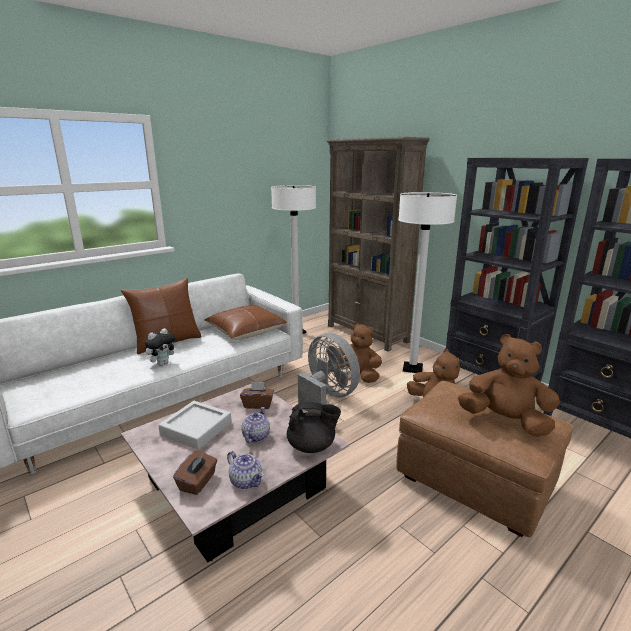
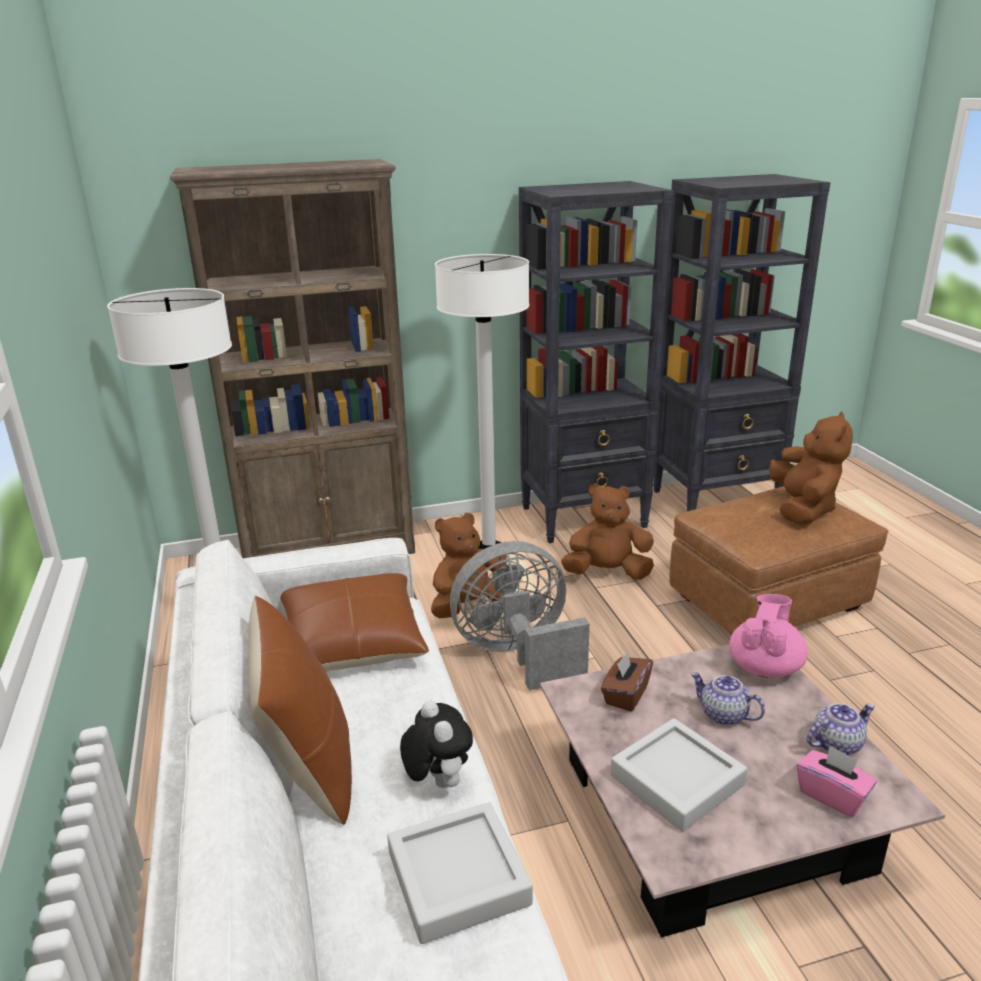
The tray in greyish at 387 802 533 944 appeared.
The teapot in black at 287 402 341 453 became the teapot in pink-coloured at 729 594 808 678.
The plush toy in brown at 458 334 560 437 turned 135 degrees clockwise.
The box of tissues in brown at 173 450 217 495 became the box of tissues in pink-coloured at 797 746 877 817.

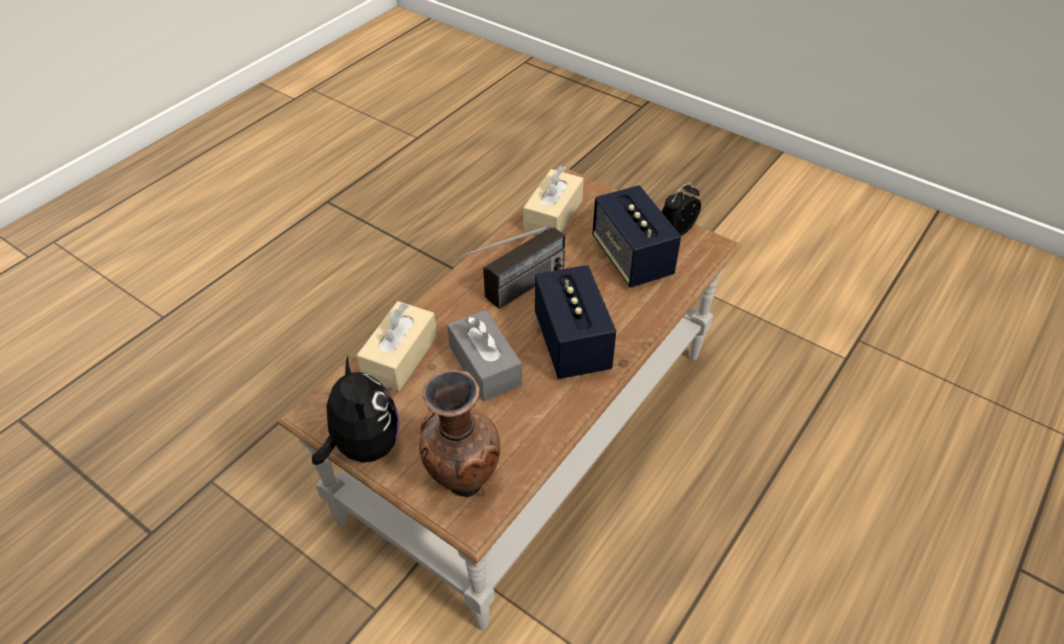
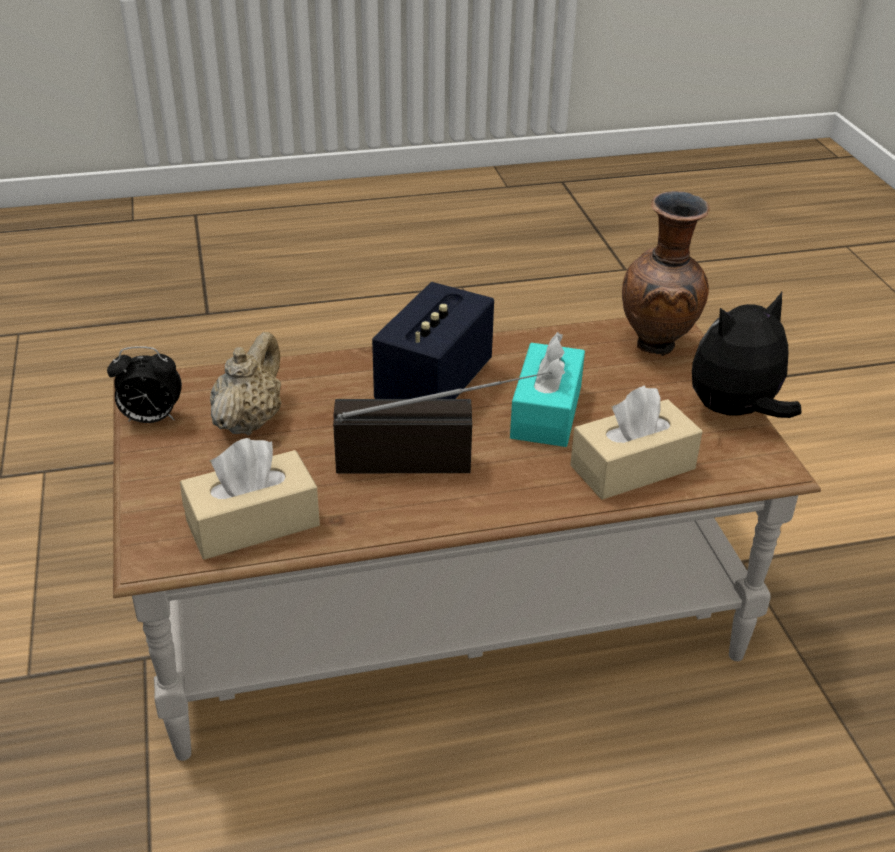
The speaker at 592 185 681 287 was replaced by the teapot in beige at 210 332 282 435.
The box of tissues in greyish at 447 310 522 401 became the box of tissues in turquoise-coloured at 510 332 585 447.
The plush toy at 312 356 399 465 turned 45 degrees clockwise.

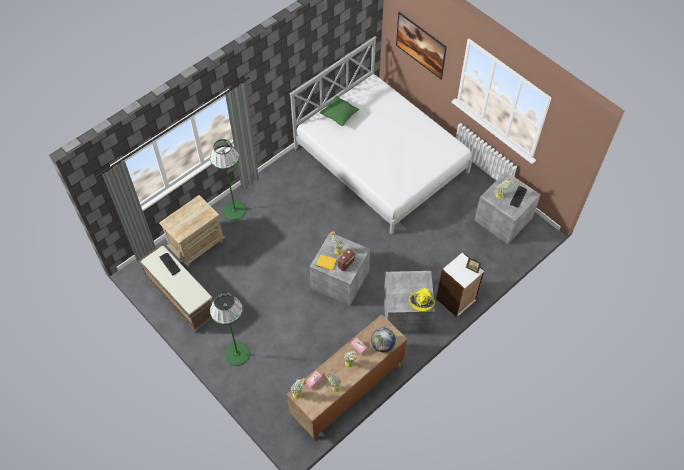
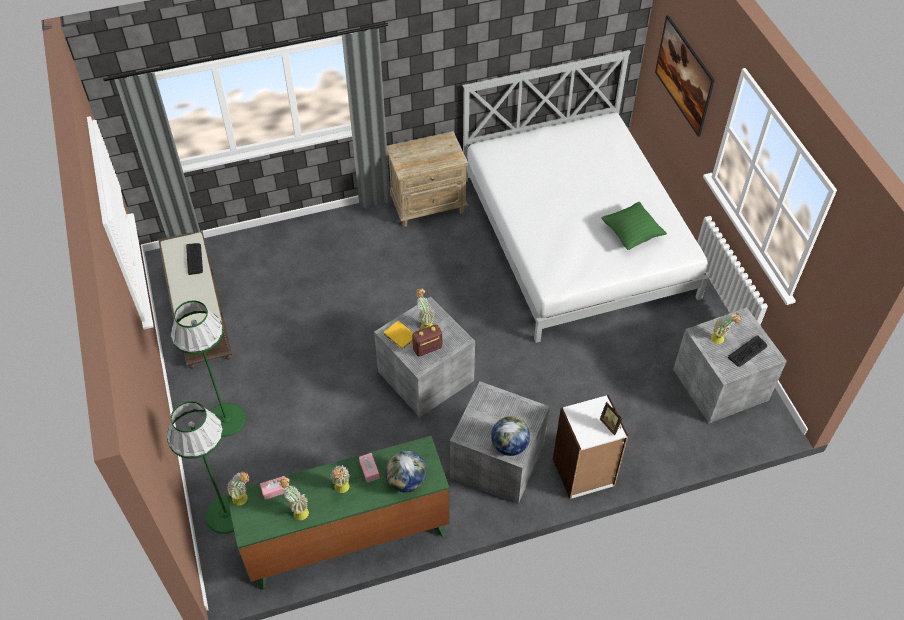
The standing lamp in greenish moved from 210 139 246 220 to 167 401 234 534.
The dresser in brown at 287 314 407 441 became the dresser in greenish at 226 436 450 590.
The bedside table in beige moved from 159 195 225 267 to 387 131 468 227.
The clothing hat in yellowish at 409 288 435 312 was replaced by the globe at 491 416 530 456.
The pillow in greenish moved from 319 96 359 126 to 601 202 667 250.

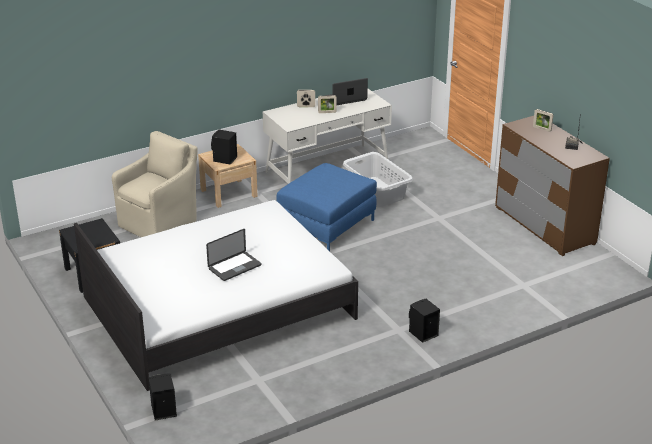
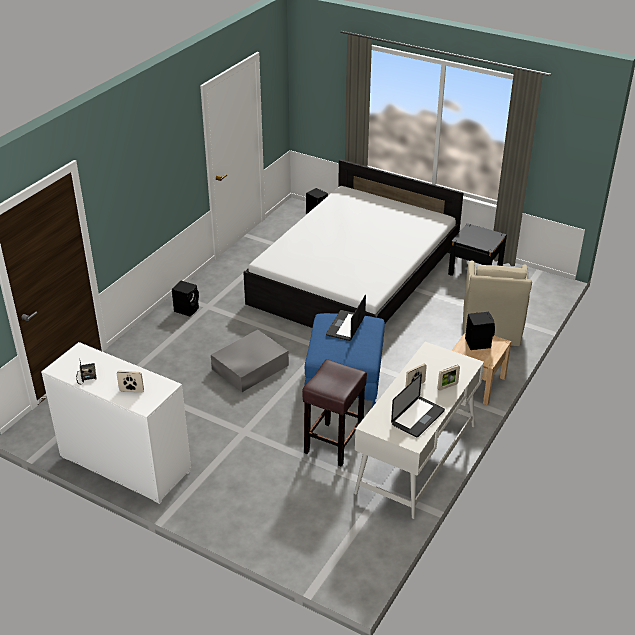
The dresser in brown at 495 116 610 256 became the dresser in white-coloured at 41 342 191 504.
The storage bin in greyish at 211 330 289 392 appeared.
The hamper in greyish at 343 152 413 207 was replaced by the stool in brown at 302 359 367 467.
The laptop moved from 206 229 261 281 to 326 294 366 341.

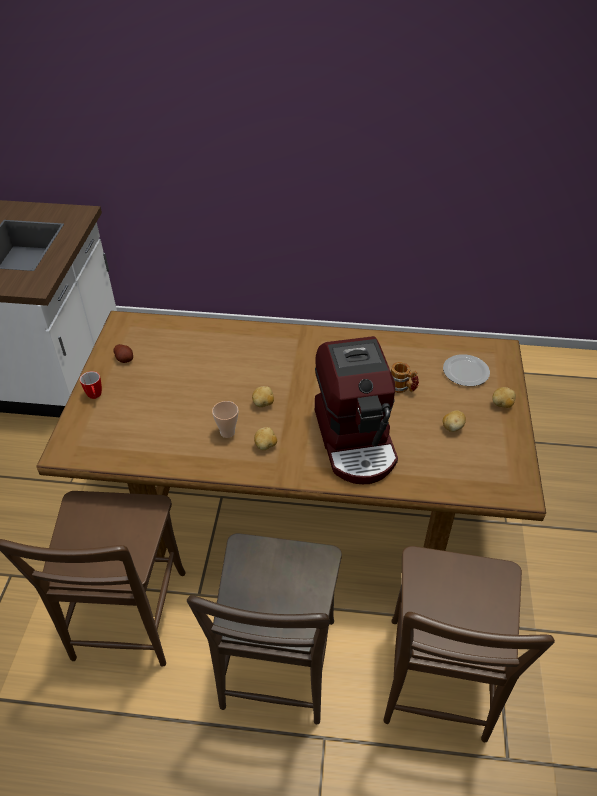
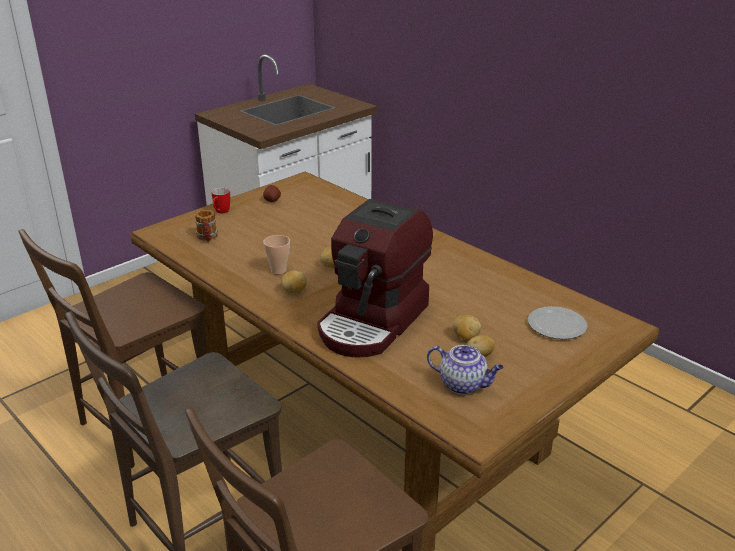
The coffee mug moved from 391 362 419 393 to 195 210 218 242.
The teapot at 427 345 504 394 appeared.
The spud moved from 492 387 516 408 to 452 315 481 340.

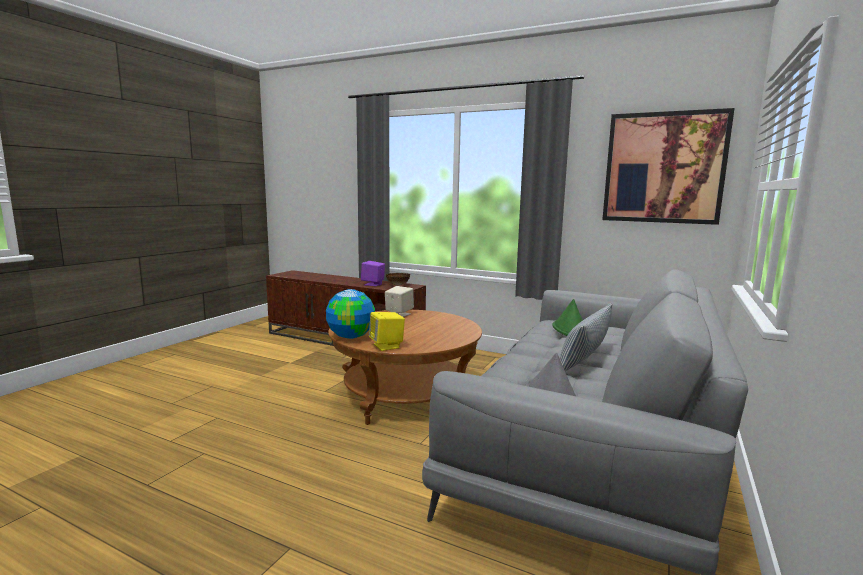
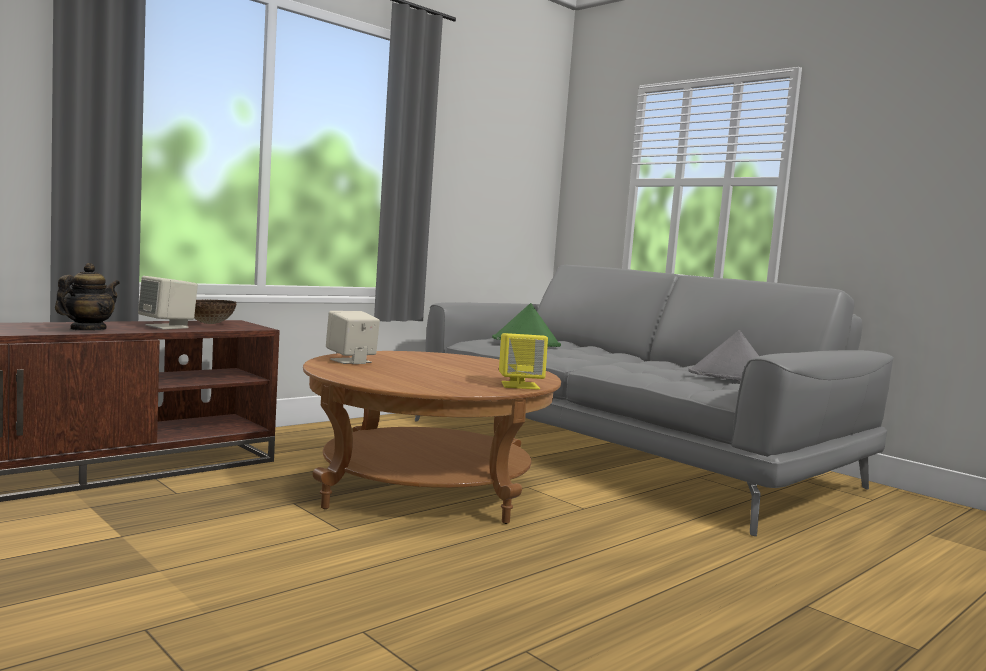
The teapot at 55 263 120 330 appeared.
The speaker in purplish at 361 261 385 286 became the speaker in beige at 138 276 198 329.
The globe at 326 289 375 339 disappeared.
The pillow at 560 303 612 371 disappeared.
The wall picture at 602 108 735 225 disappeared.

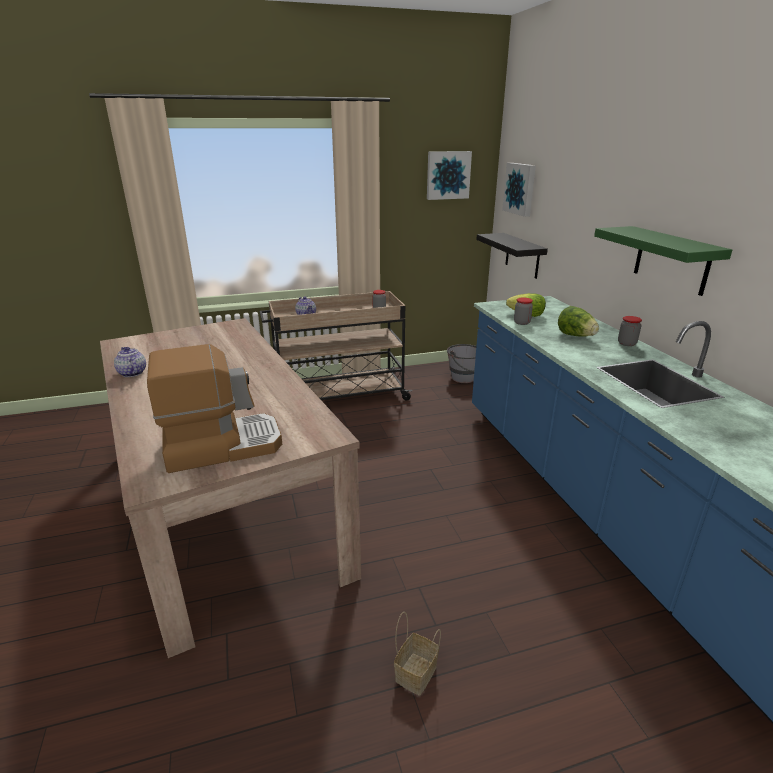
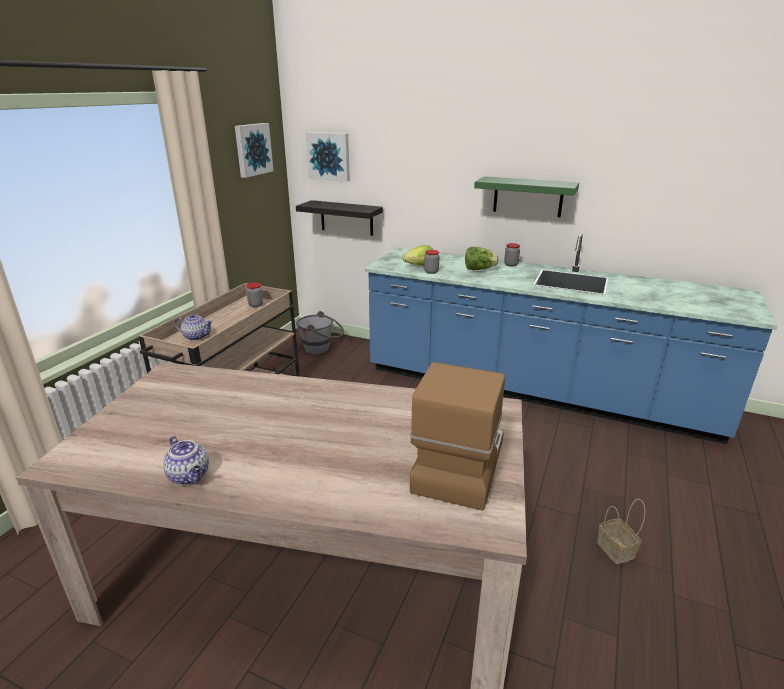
The teapot at 114 347 146 377 turned 135 degrees counterclockwise.

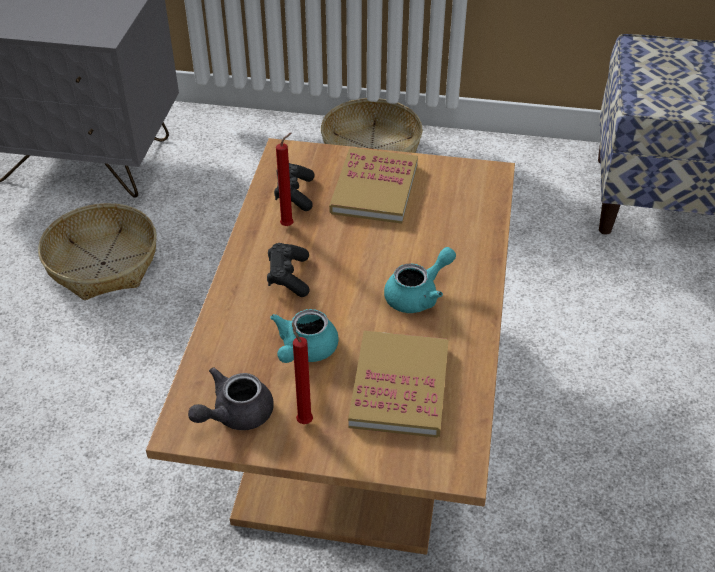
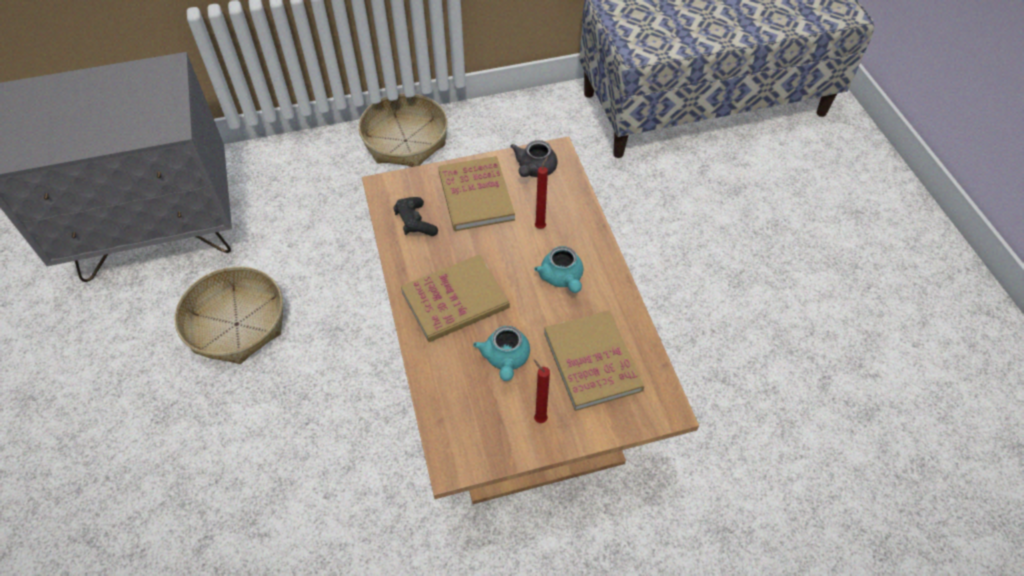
The joypad in black at 267 243 310 297 was replaced by the volume at 401 254 510 342.
The teapot in greyish moved from 188 367 274 430 to 510 140 557 177.
The teapot in turquoise-coloured at 384 247 456 313 turned 135 degrees clockwise.
The candle in red moved from 276 133 294 226 to 535 156 548 229.

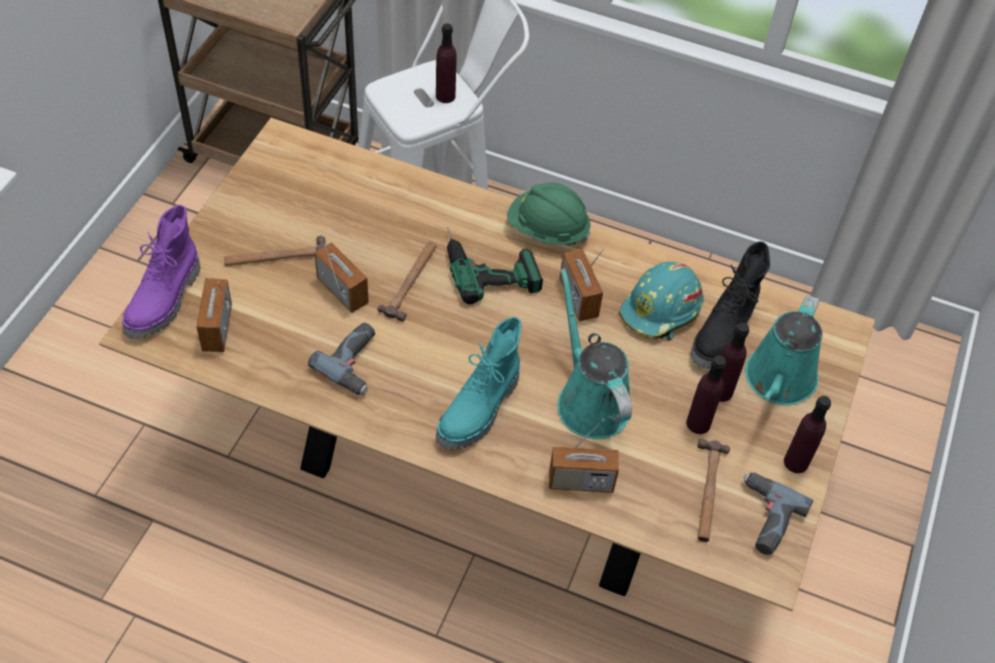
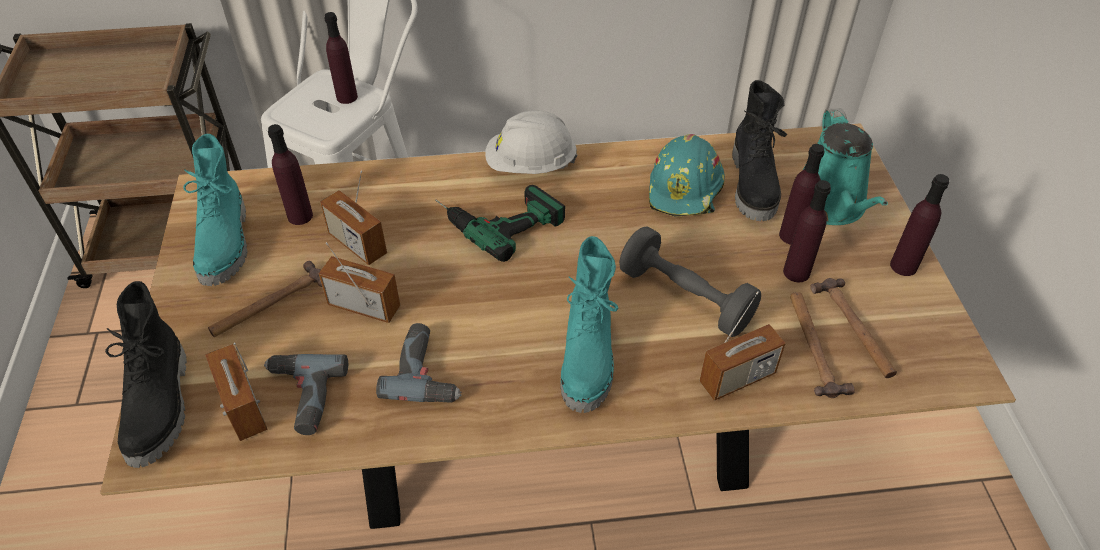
The boot in purplish at 122 205 200 339 became the boot in black at 105 281 187 468.
The boot in turquoise-coloured at 183 134 247 286 appeared.
The power drill moved from 743 472 814 555 to 264 354 348 435.
The drink bottle in purplish at 268 124 313 225 appeared.
The radio set moved from 560 248 605 321 to 320 170 387 265.
The hard hat in greenish at 507 183 591 245 became the hard hat in white-coloured at 485 110 578 174.
The watering can in turquoise-coloured at 558 268 632 439 was replaced by the dumbbell in greyish at 619 226 761 337.
The tool hammer moved from 377 241 436 322 to 790 292 855 398.

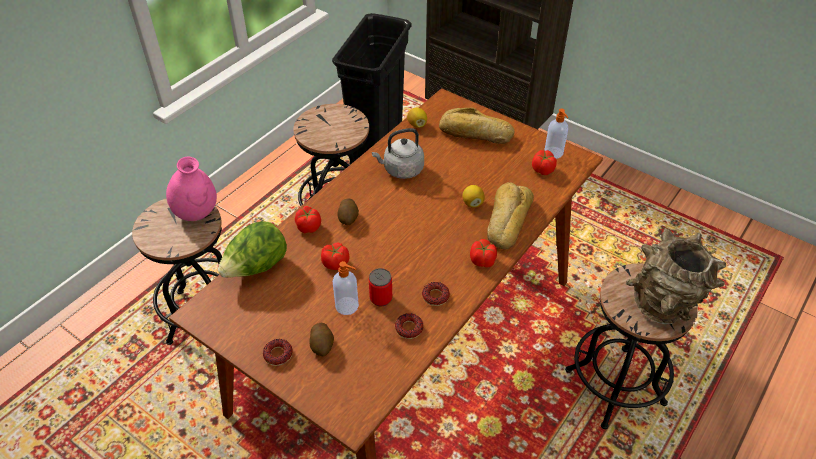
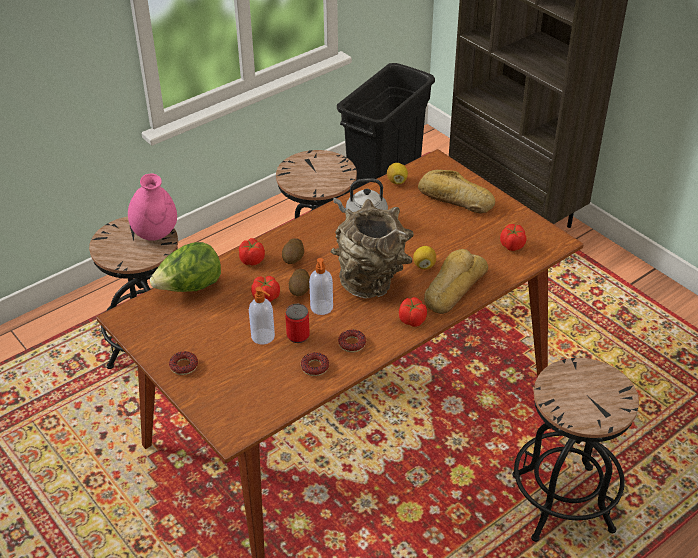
The spud moved from 309 323 334 356 to 289 269 310 296.
The soap bottle moved from 544 108 568 159 to 309 258 333 315.
The flower vase in brown moved from 626 229 726 324 to 331 199 414 298.

